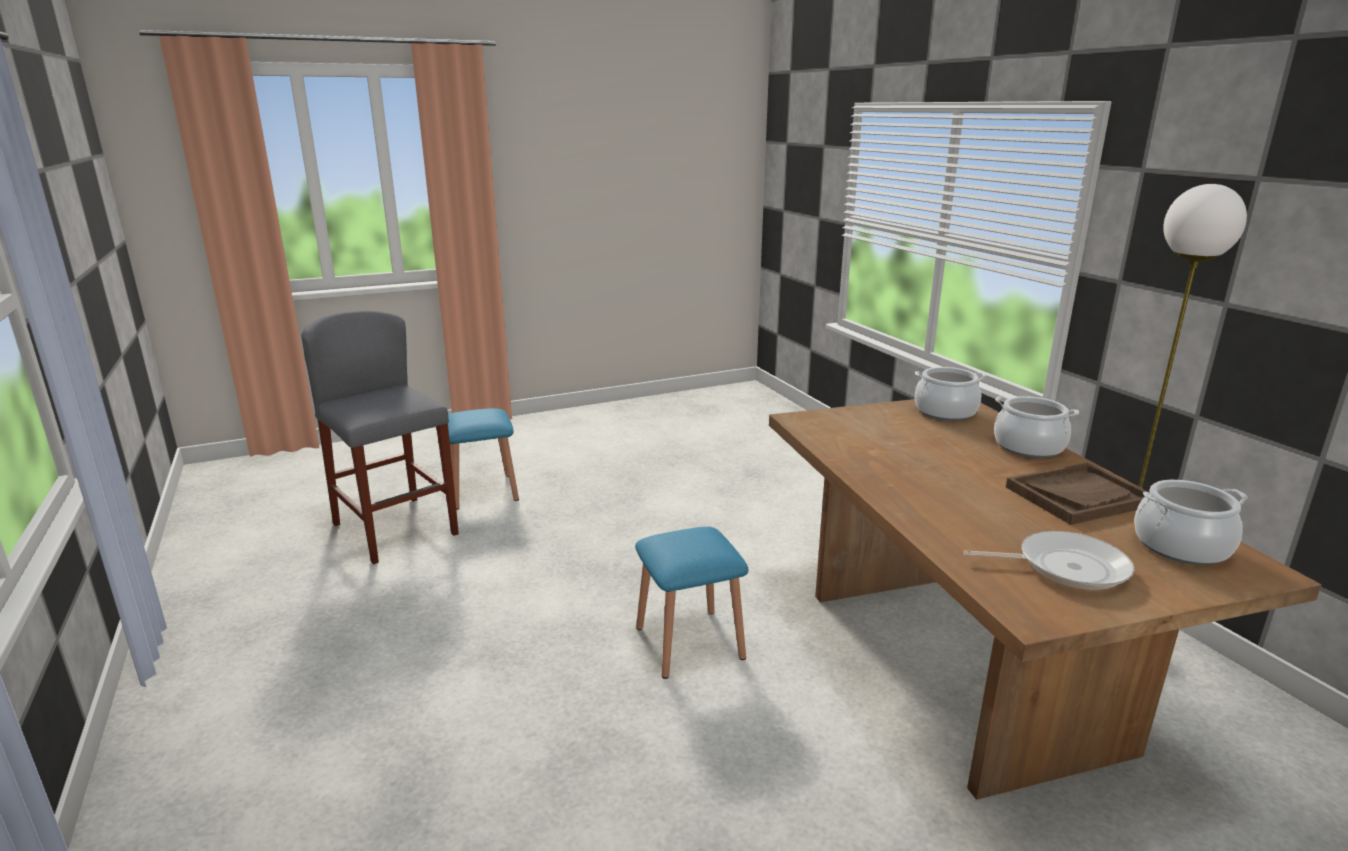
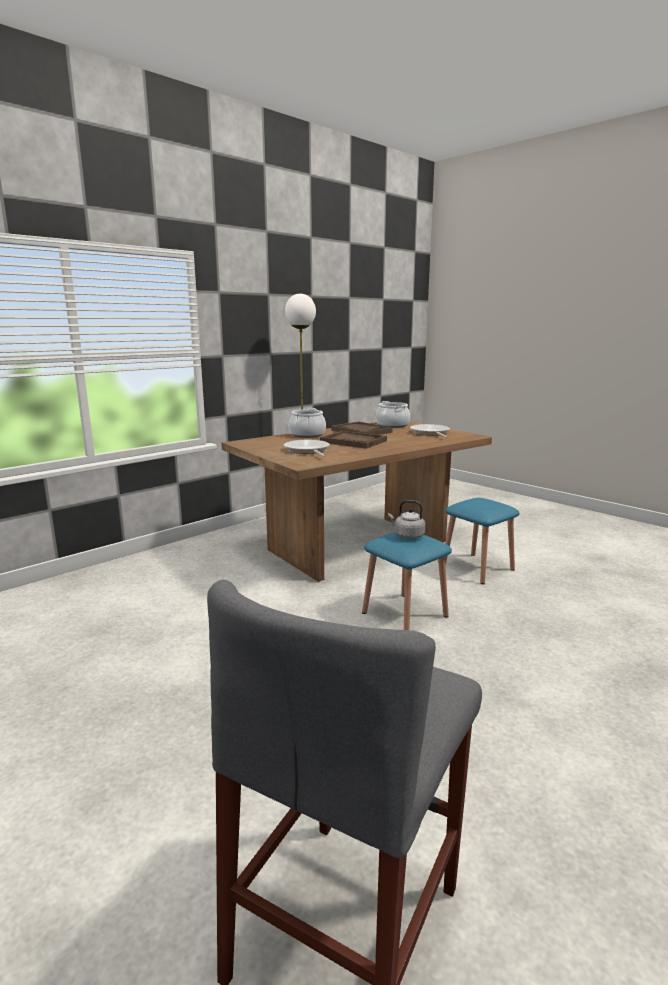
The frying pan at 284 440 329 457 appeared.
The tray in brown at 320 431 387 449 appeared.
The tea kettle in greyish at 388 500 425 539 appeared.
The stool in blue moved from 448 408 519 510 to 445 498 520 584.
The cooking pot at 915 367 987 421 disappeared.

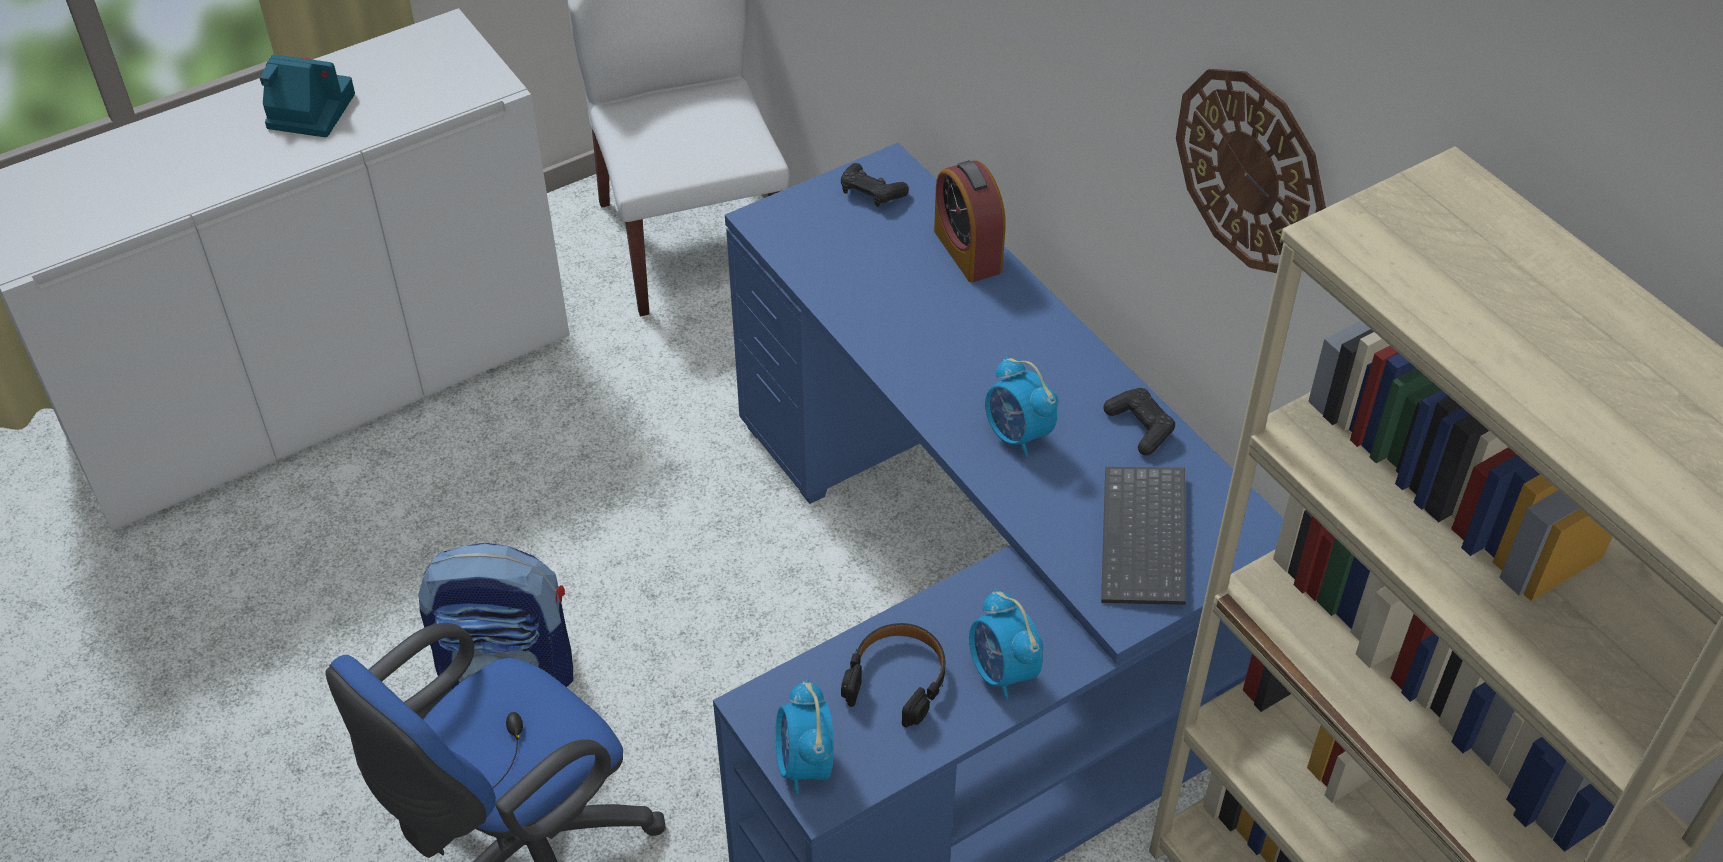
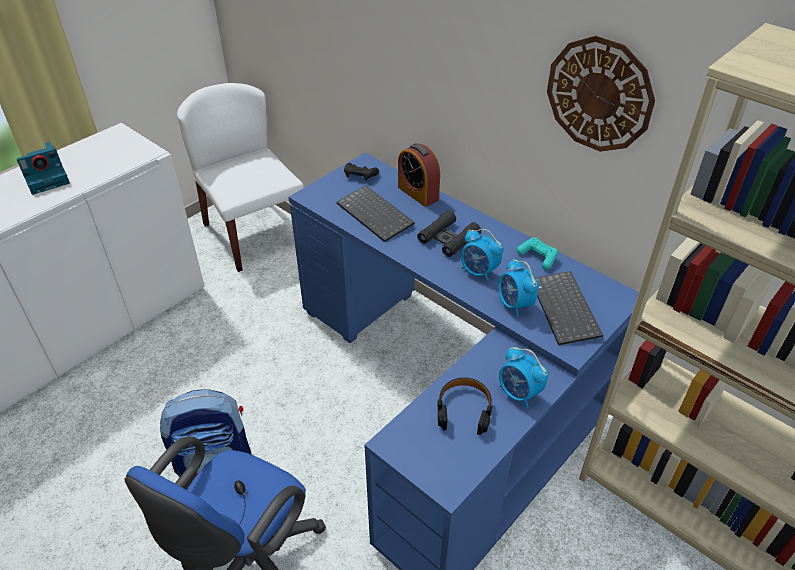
The photo camera at 260 54 355 137 turned 150 degrees clockwise.
The keyboard at 337 185 415 242 appeared.
The field glasses in black at 417 210 481 257 appeared.
The table clock moved from 775 679 834 794 to 498 258 539 317.
The joypad in black at 1103 388 1175 455 became the joypad in turquoise-coloured at 517 237 558 270.

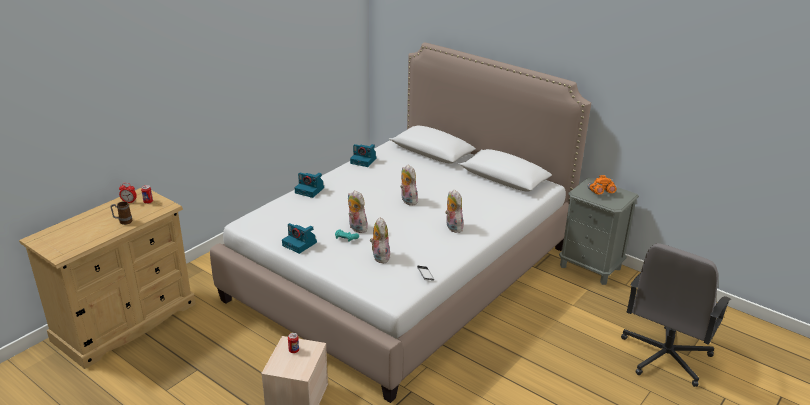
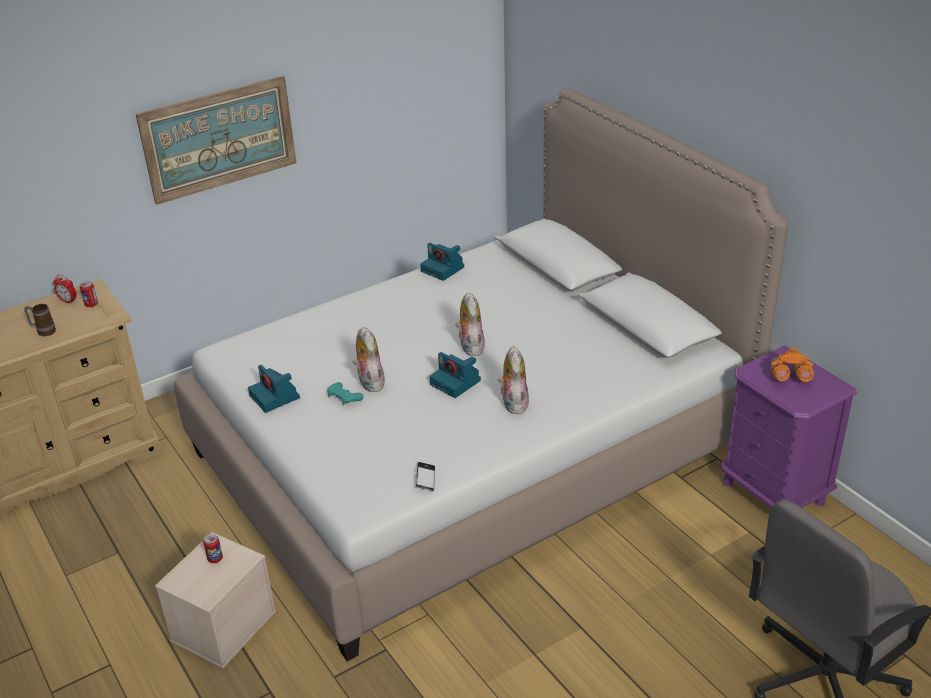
The wall picture at 136 76 296 205 appeared.
The photo camera moved from 295 173 324 198 to 429 352 481 398.
The bedside table in greyish at 559 177 639 285 became the bedside table in purplish at 722 345 857 508.
The plush toy at 370 217 390 263 disappeared.

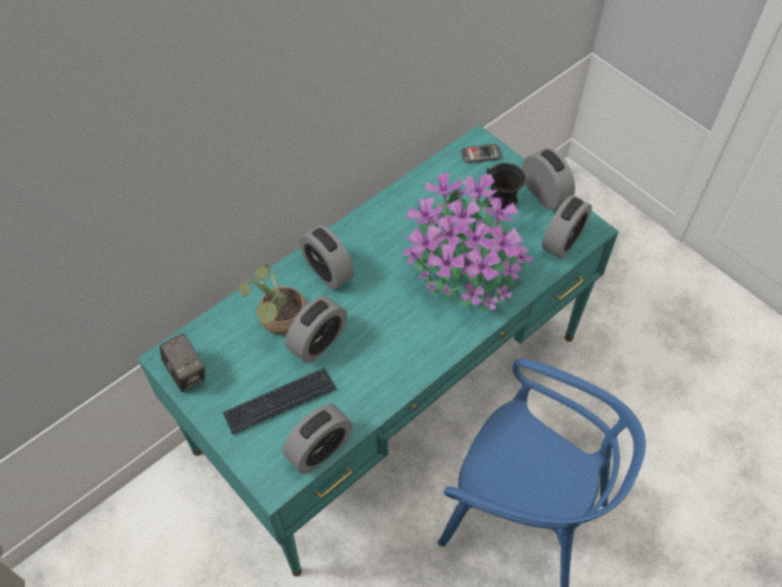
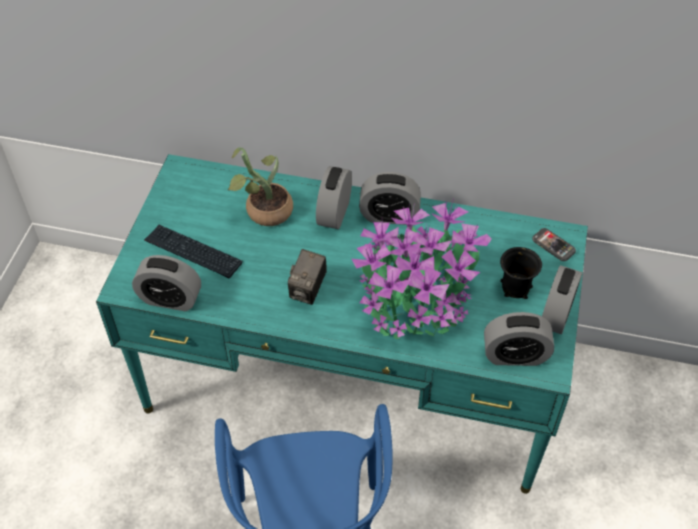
The photo camera moved from 160 333 205 392 to 288 249 327 305.
The table clock moved from 286 296 347 363 to 359 172 421 225.

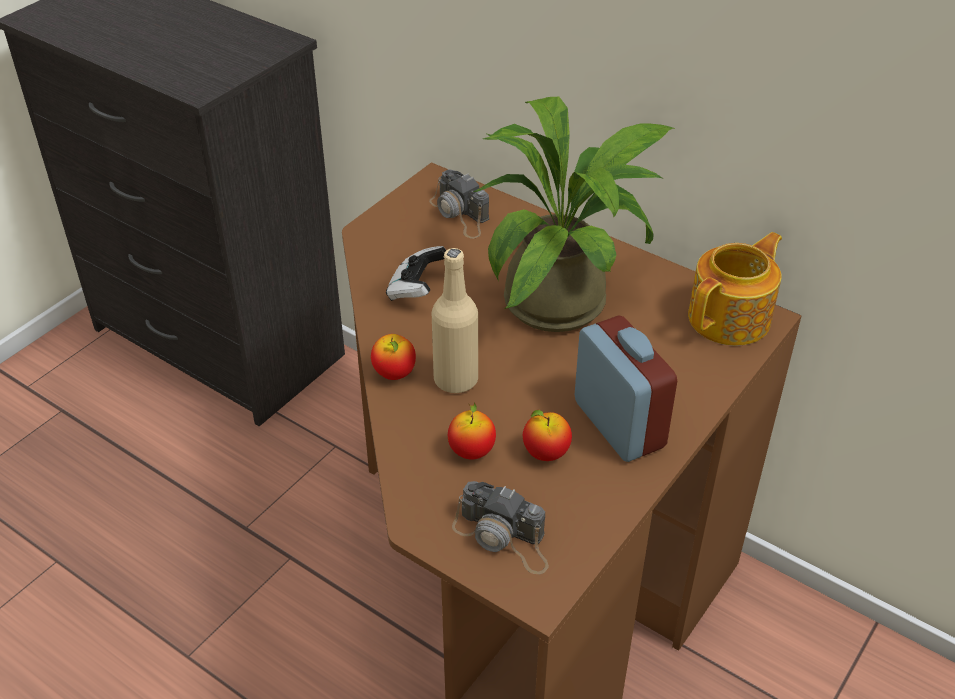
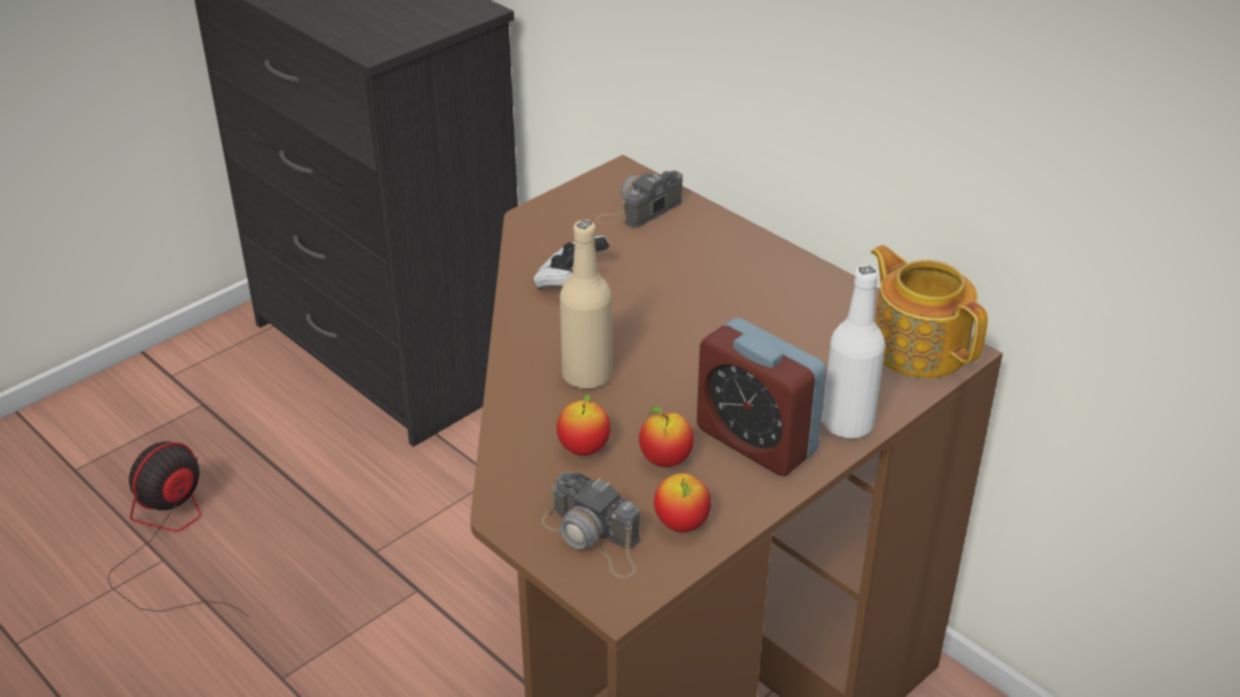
The cooling fan at 108 441 249 617 appeared.
The photo camera at 429 169 489 238 turned 75 degrees clockwise.
The apple fruit moved from 371 334 416 380 to 654 473 711 532.
The table clock at 574 315 677 462 turned 150 degrees clockwise.
The drink bottle in white-coloured at 822 265 885 439 appeared.
The teapot at 688 232 782 346 turned 90 degrees counterclockwise.
The plant in a pot at 473 97 676 332 disappeared.

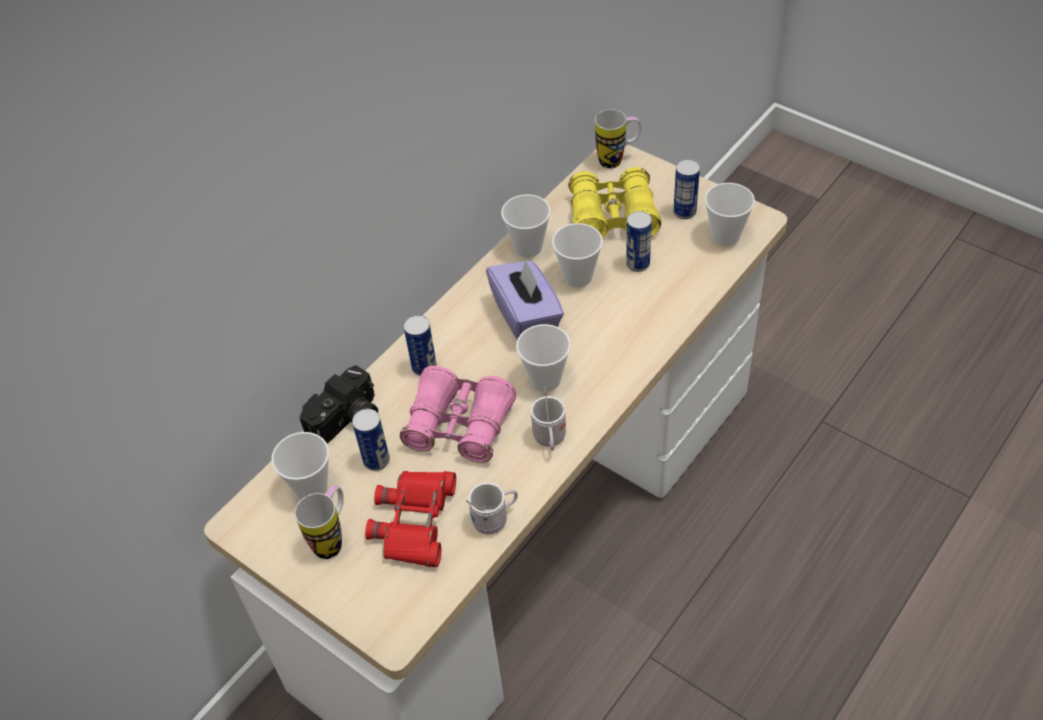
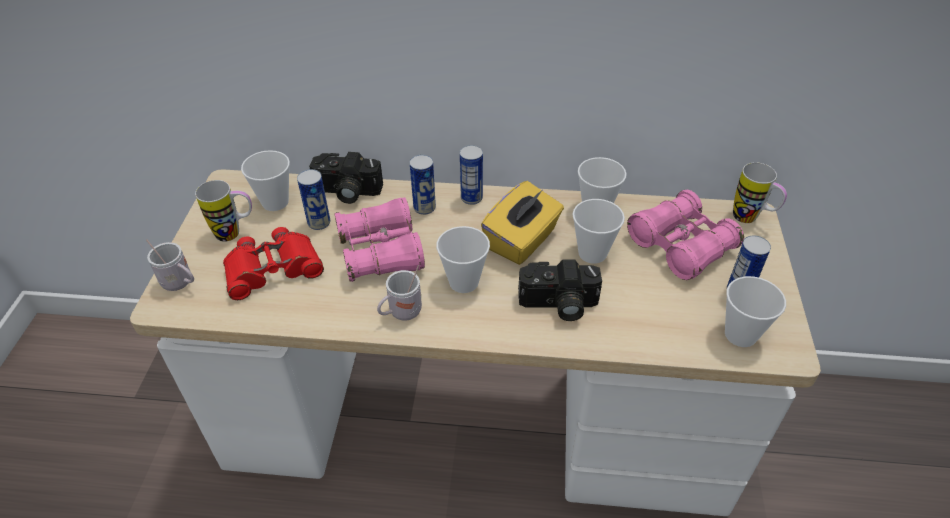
The coffee mug in white-coloured moved from 466 482 518 535 to 146 239 194 291.
The can moved from 626 211 652 272 to 460 145 483 205.
The box of tissues in purplish at 486 259 564 340 became the box of tissues in yellowish at 481 181 564 265.
The photo camera at 518 260 602 321 appeared.
The field glasses in yellowish at 568 167 661 238 became the field glasses in pink-coloured at 627 190 744 280.

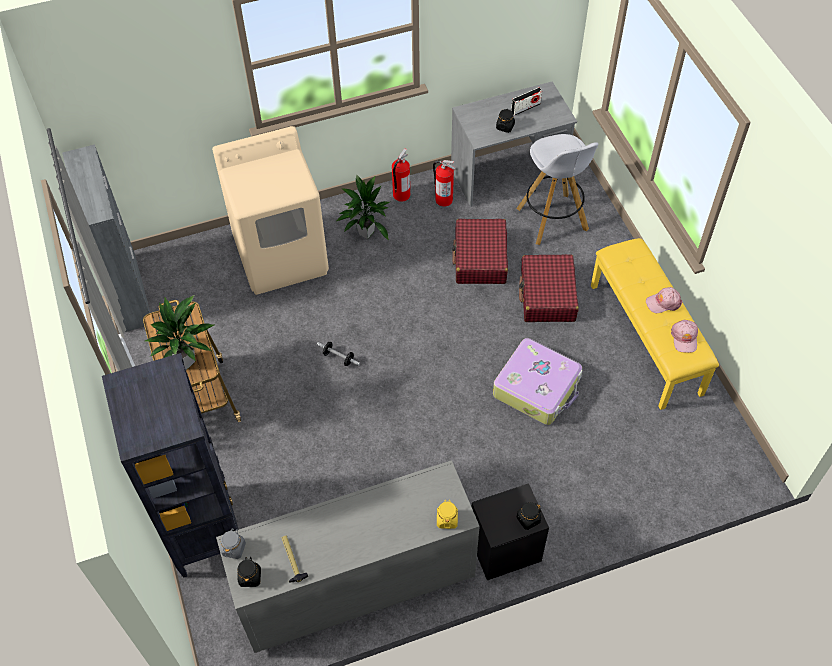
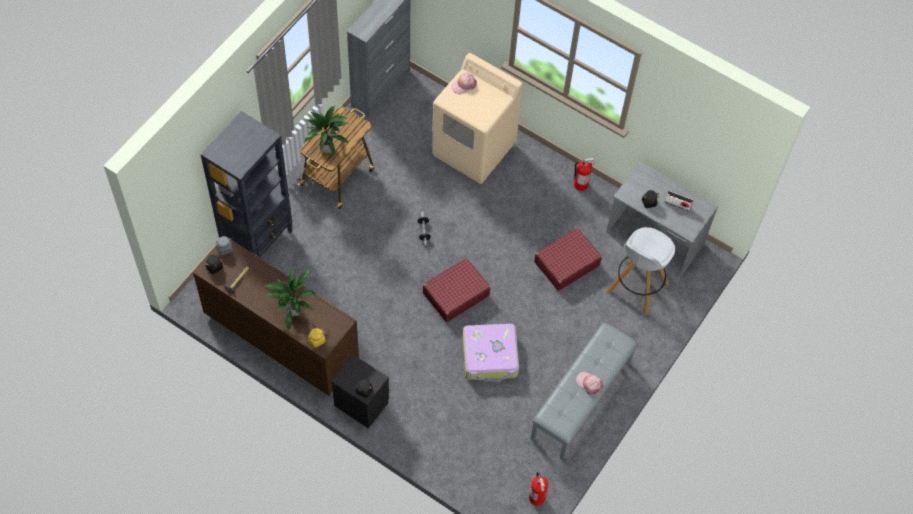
The dresser in greyish at 216 460 480 653 became the dresser in brown at 193 236 359 396.
The plant in a pot moved from 336 174 390 241 to 265 268 317 331.
The piece of luggage in red moved from 519 254 579 322 to 423 258 490 322.
The peaked cap in pink-coloured moved from 671 320 698 353 to 451 73 477 95.
The fire-fighting cylinder moved from 433 160 456 207 to 529 472 548 505.
The indoor bench in yellowish at 591 238 719 410 became the indoor bench in greyish at 530 322 638 460.

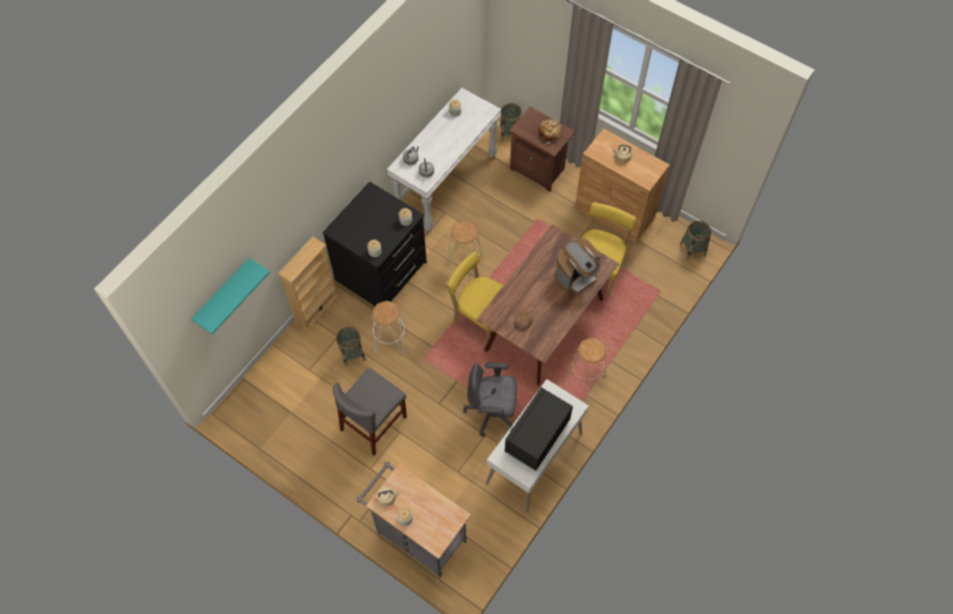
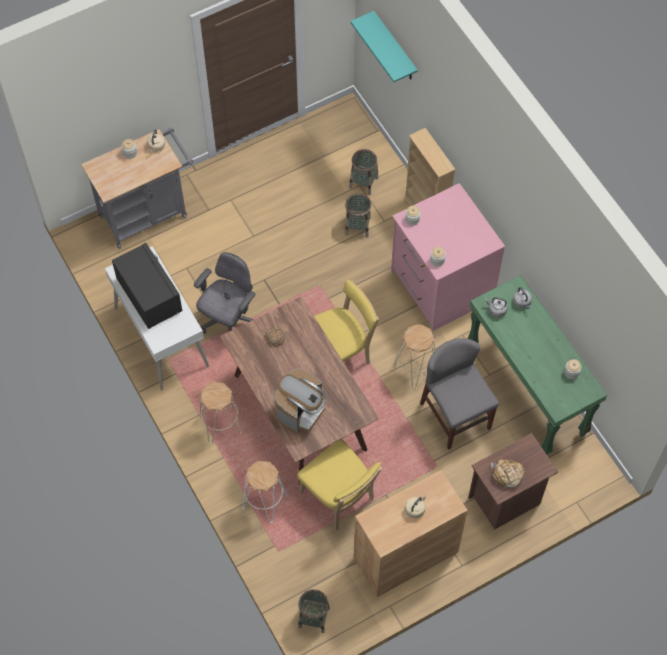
The stool in white-coloured moved from 372 301 406 353 to 243 461 288 523.
The coffee maker at 555 238 601 294 turned 135 degrees counterclockwise.
The basket moved from 500 103 522 141 to 349 149 378 195.
The dresser in black at 322 181 427 306 became the dresser in pink-coloured at 391 183 505 331.
The chair in greyish moved from 333 368 407 455 to 420 338 499 450.
The narrow table in white-coloured at 387 88 501 234 became the narrow table in greenish at 467 275 608 455.

